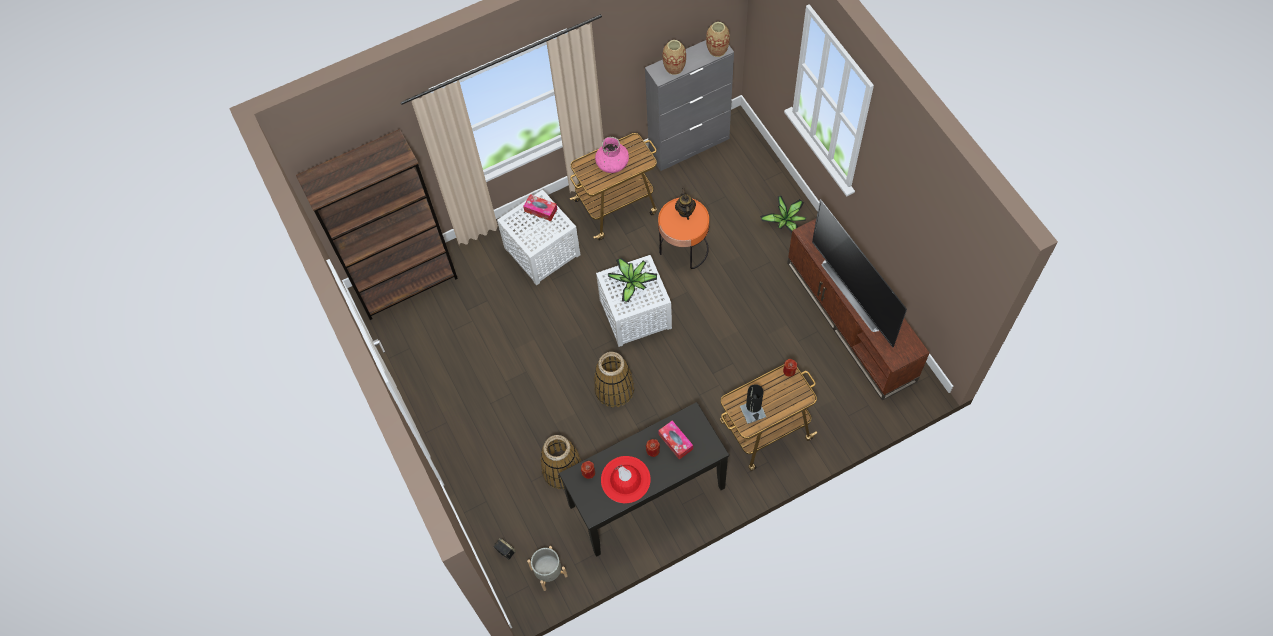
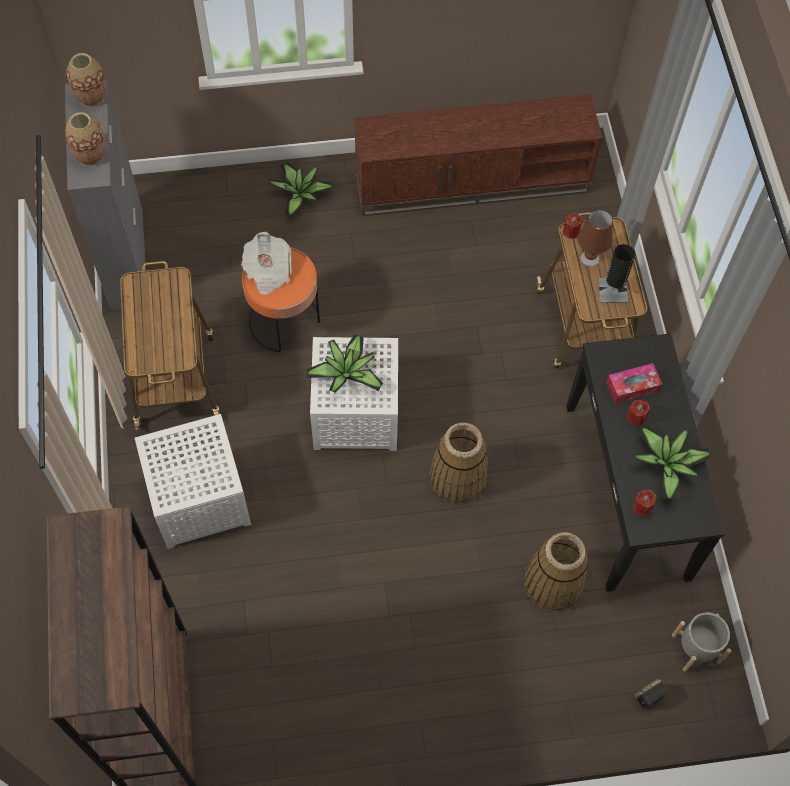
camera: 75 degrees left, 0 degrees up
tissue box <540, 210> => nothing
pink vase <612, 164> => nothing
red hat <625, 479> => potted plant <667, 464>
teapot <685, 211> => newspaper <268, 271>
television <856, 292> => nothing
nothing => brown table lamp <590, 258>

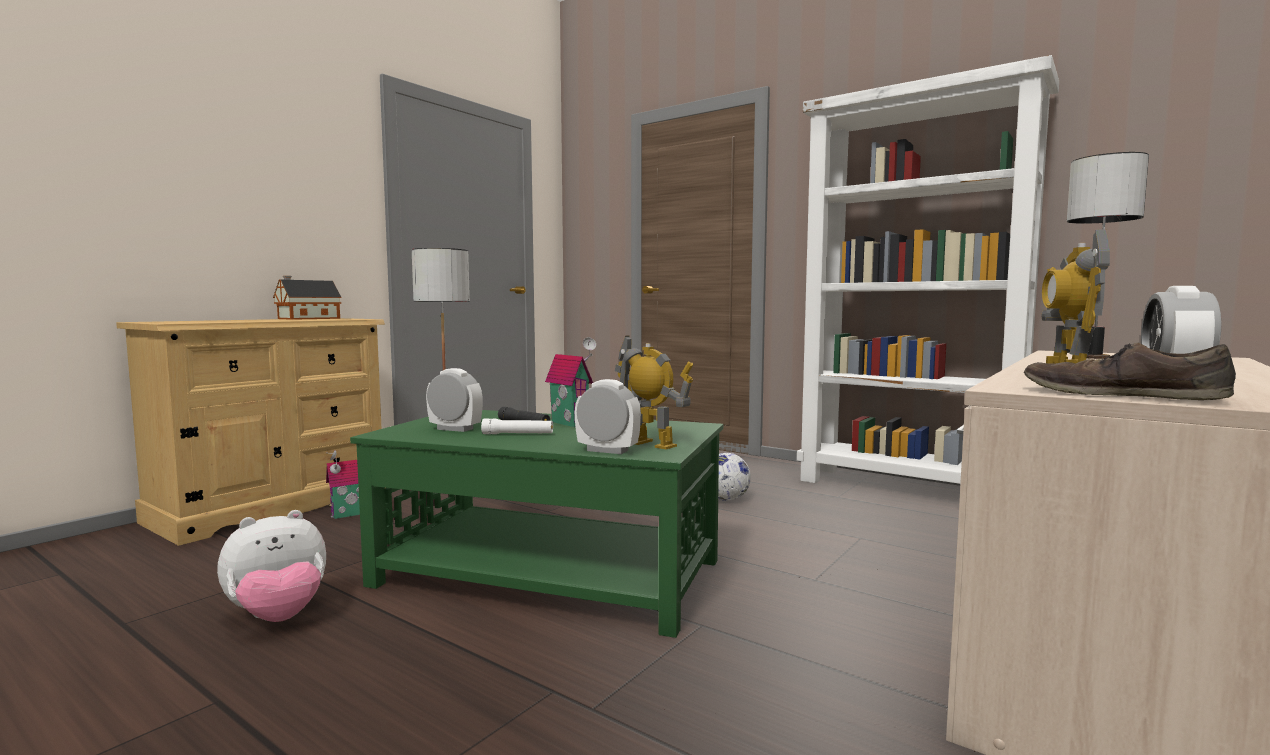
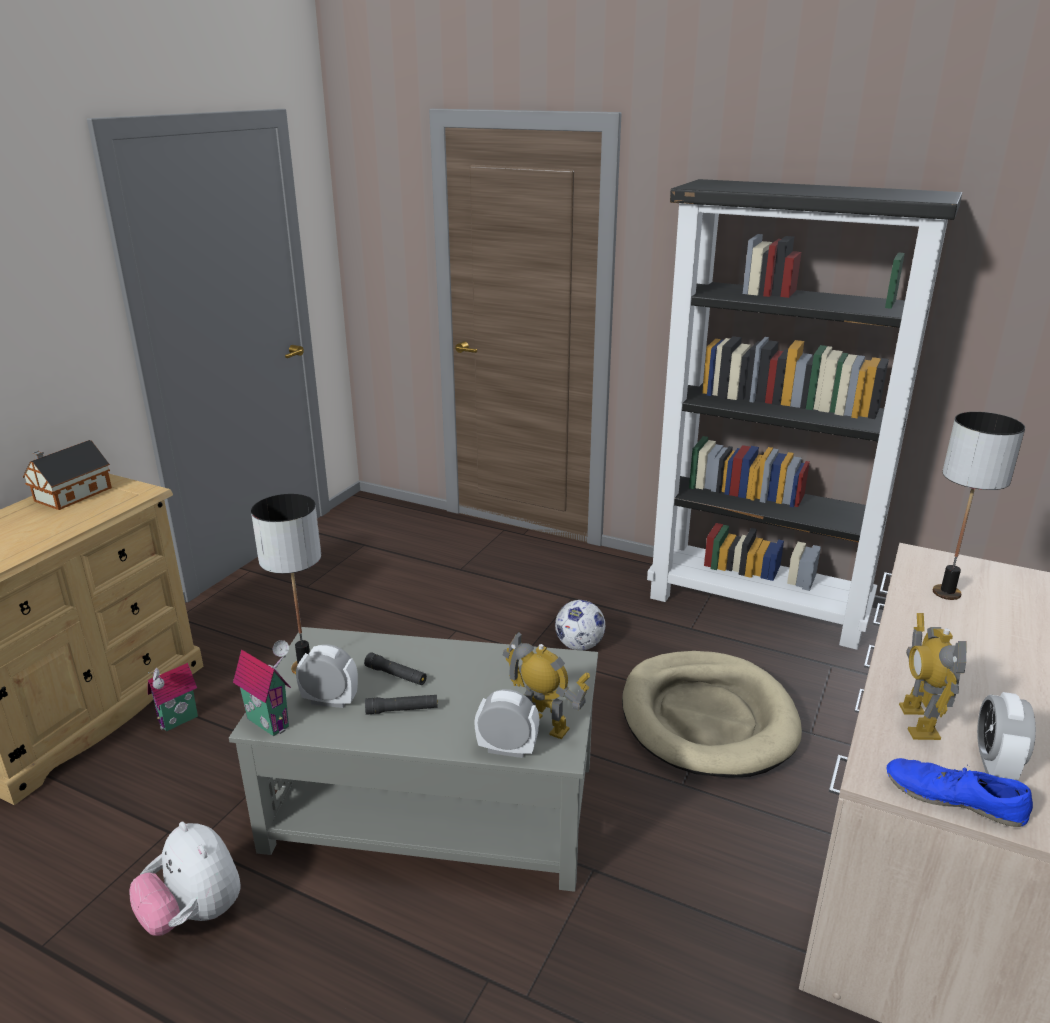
camera: 10 degrees left, 20 degrees up
plush toy <278, 617> => plush toy <194, 914>, 90 degrees clockwise
green coffee table <547, 572> => grey coffee table <431, 805>
white flashlight <518, 434> => black flashlight <402, 710>
toy house <572, 423> => toy house <271, 721>, relocated
white bookcase <908, 489> => black bookcase <759, 605>
brown shoe <1119, 395> => blue shoe <953, 798>
nothing => beige dog bed <707, 718>

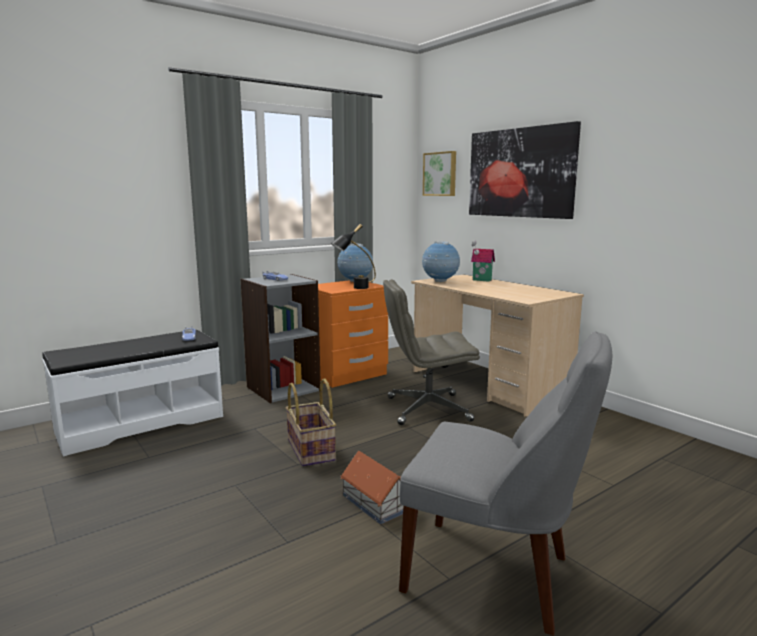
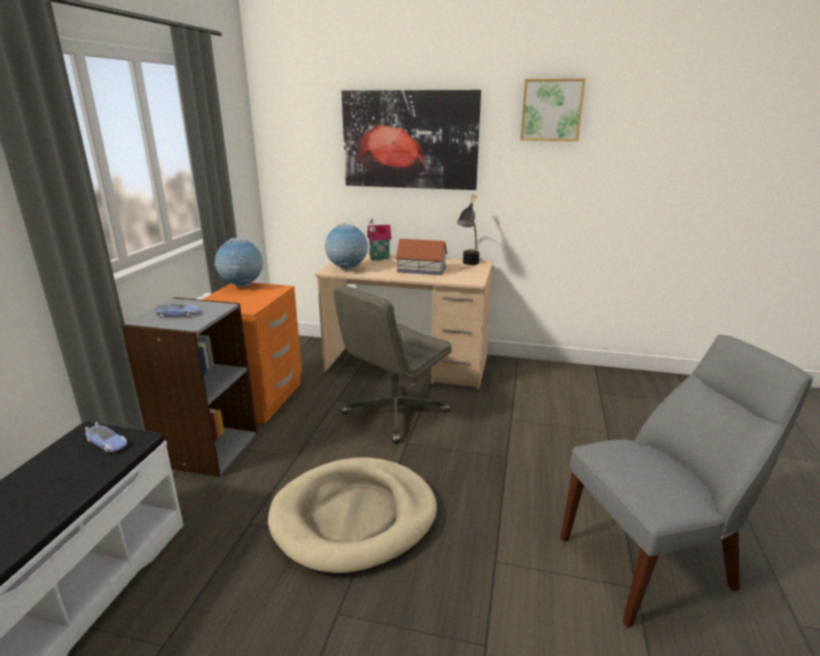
camera: 40 degrees left, 10 degrees up
basket <312, 450> => beige dog bed <354, 517>
black table lamp <354, 288> => black table lamp <468, 265>, relocated
toy house <377, 502> => toy house <422, 269>, relocated
picture <440, 174> => picture <551, 110>, relocated

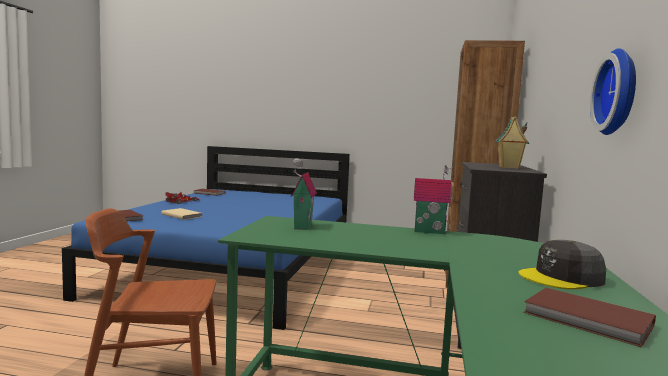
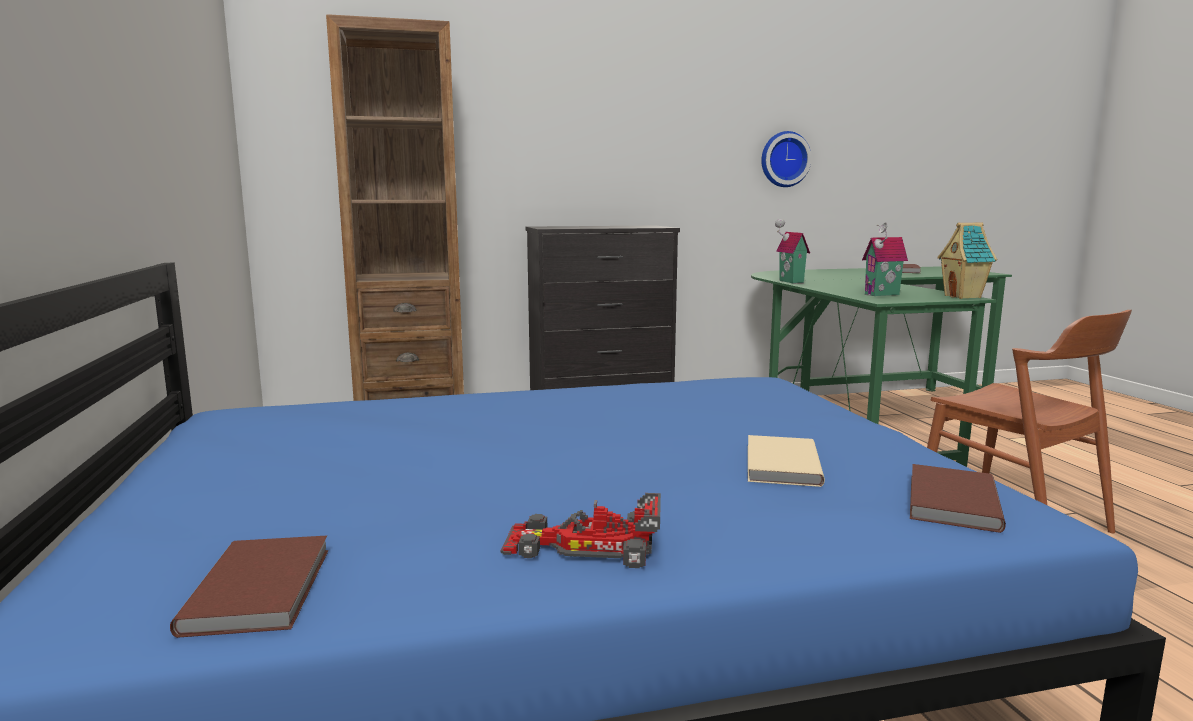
camera: 115 degrees left, 5 degrees up
toy house <508, 167> => toy house <963, 297>, relocated
grey cap <562, 278> => nothing

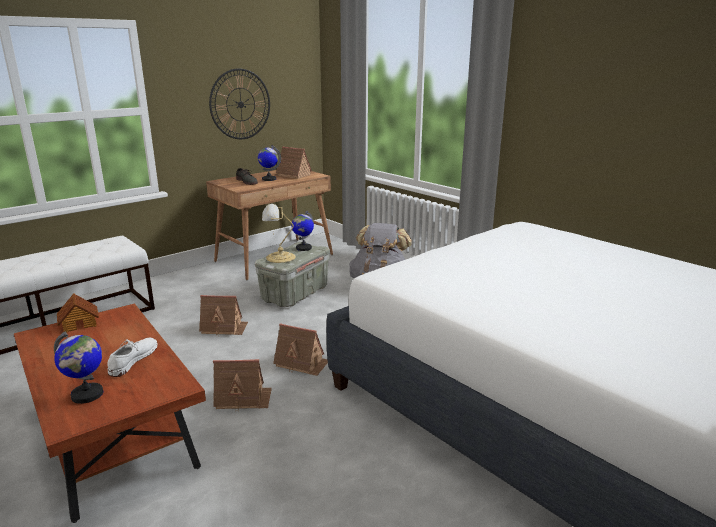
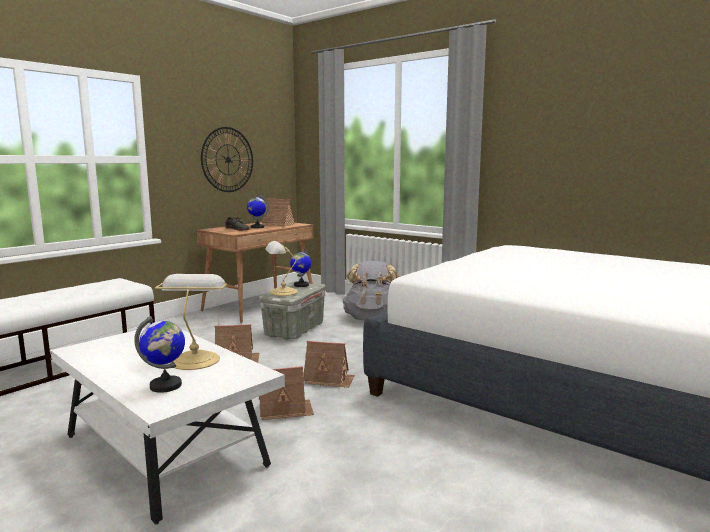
camera: 10 degrees left, 10 degrees down
brown coffee table <114, 437> => white coffee table <165, 451>
toy house <80, 323> => nothing
white shoe <133, 359> => table lamp <195, 359>

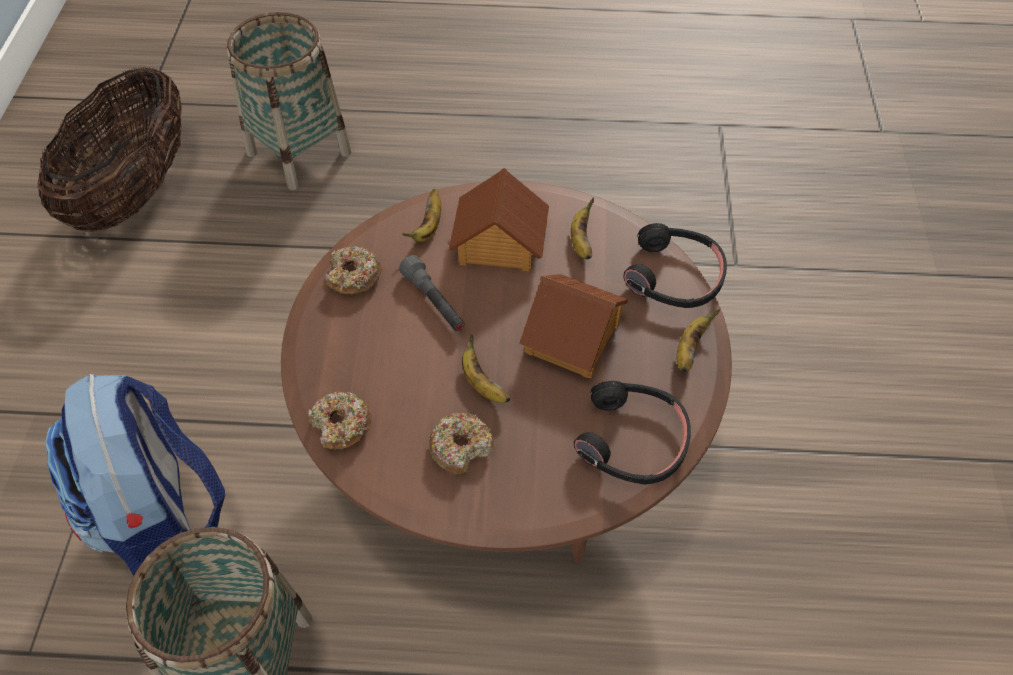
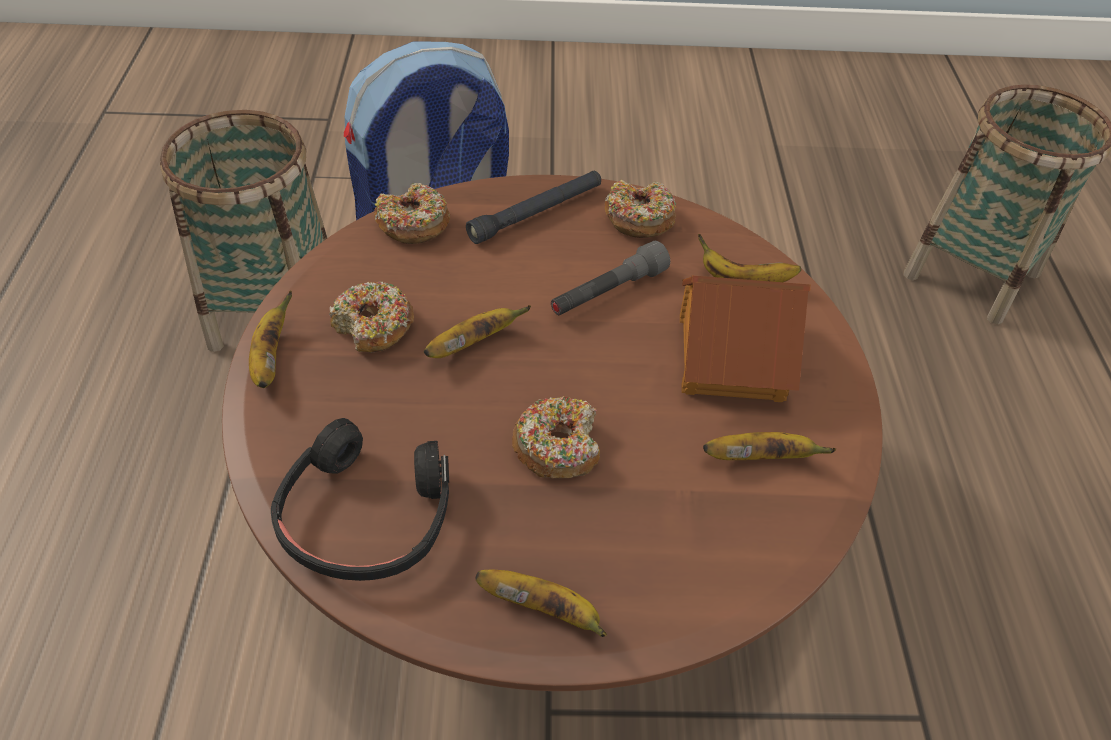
camera: 85 degrees right, 5 degrees down
basket <135, 192> => nothing
toy house <574, 338> => donut <557, 446>
black headphones <674, 277> => nothing
nothing => banana <270, 359>
nothing => black flashlight <536, 213>

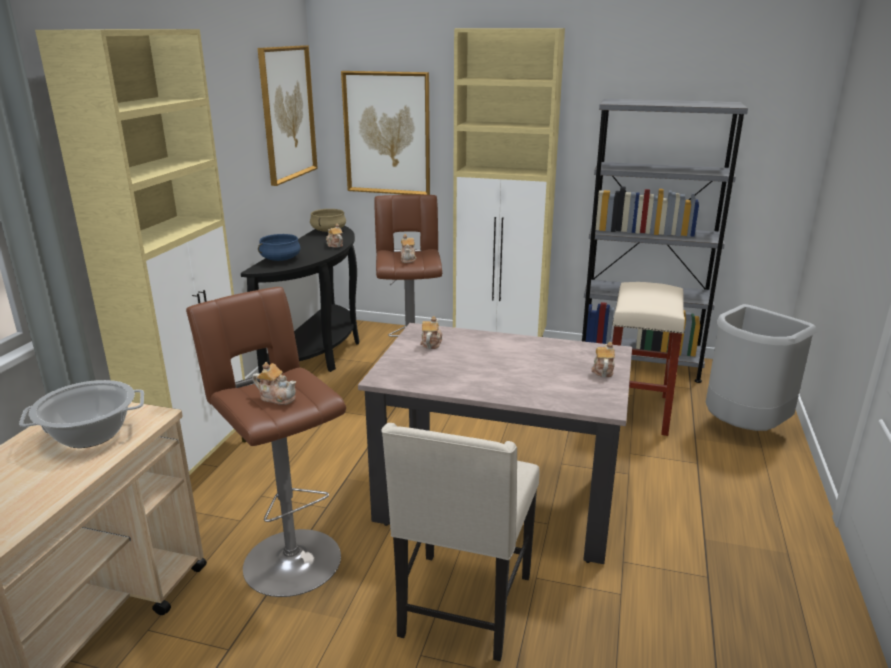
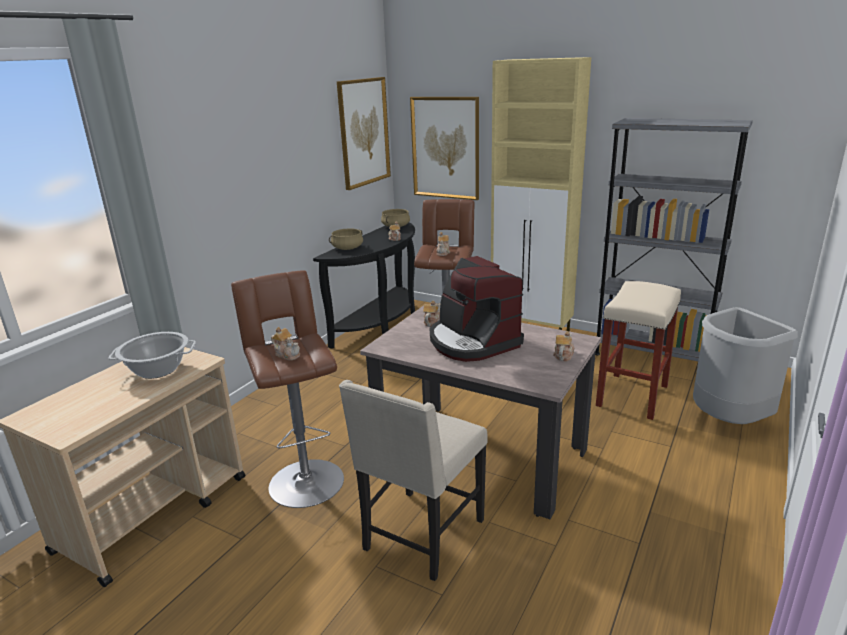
camera: 15 degrees right, 0 degrees up
beige cabinet <199, 465> => nothing
blue cooking pot <280, 259> => beige cooking pot <347, 248>
nothing => coffee machine <472, 341>

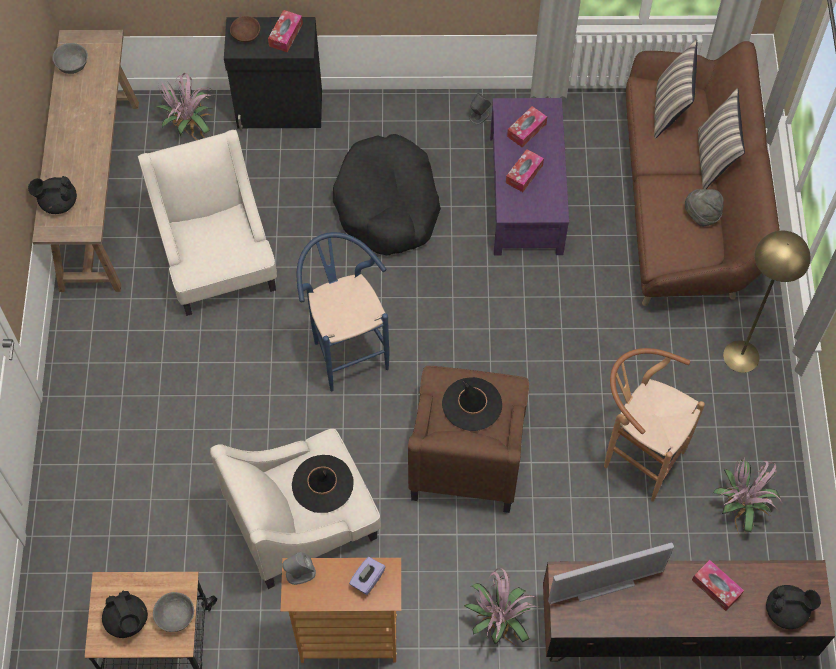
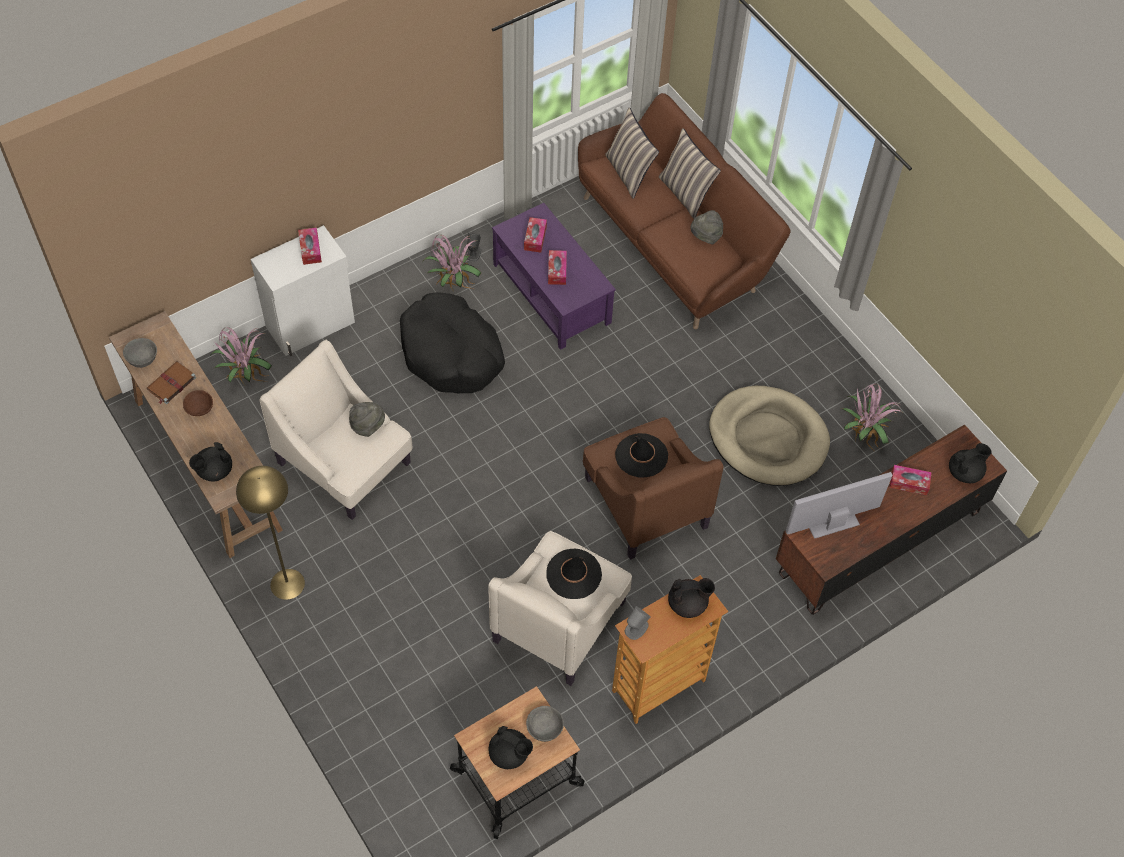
camera: 35 degrees left, 5 degrees down
black cabinet <280, 111> => white cabinet <311, 325>
brown bowl <246, 34> => brown bowl <199, 408>, relocated
blue stool <346, 350> => nothing
purple tissue box <367, 579> => black teapot <688, 604>
potted plant <498, 620> => potted plant <452, 281>, relocated
television <603, 584> => television <833, 524>, 150 degrees counterclockwise
brown stool <636, 457> => beige dog bed <768, 438>
yellow floor lamp <741, 356> => yellow floor lamp <287, 584>, relocated
nothing => brown book <171, 384>
nothing => grey hat <367, 426>

